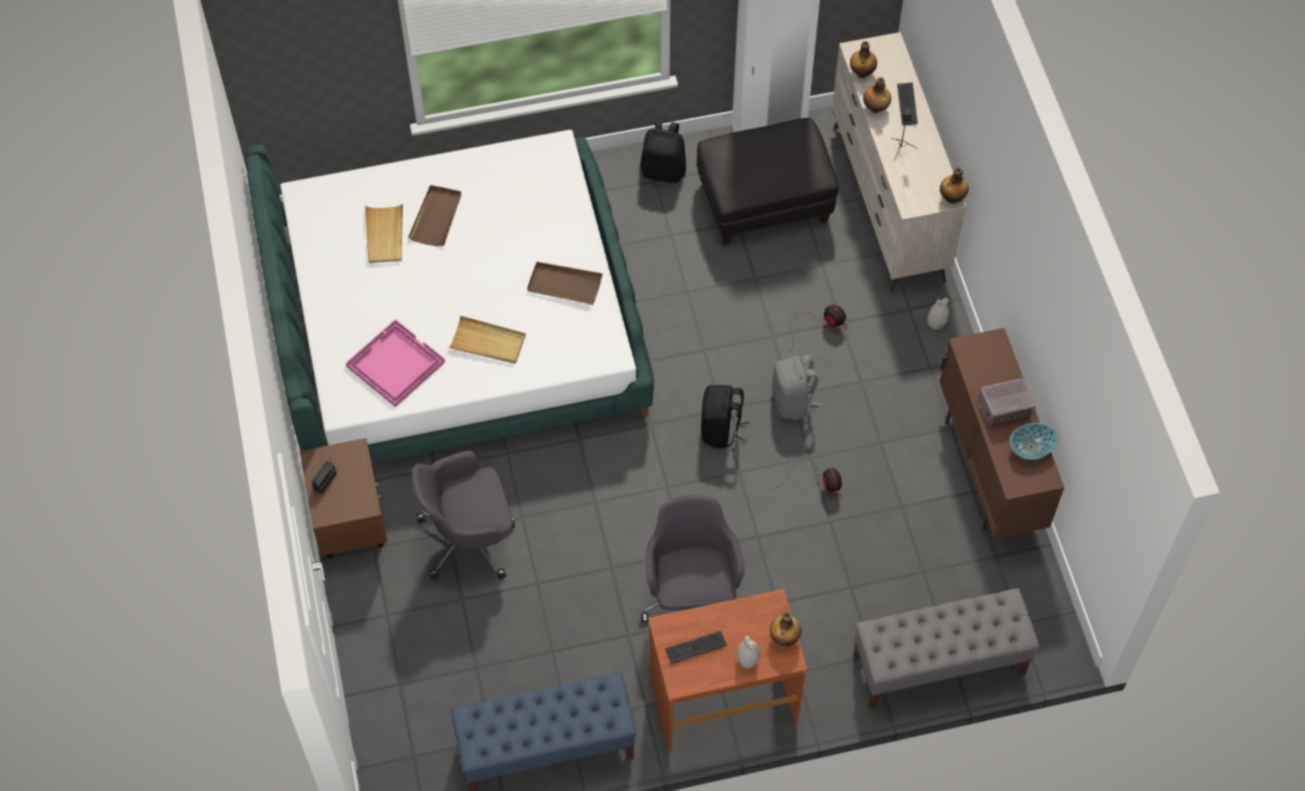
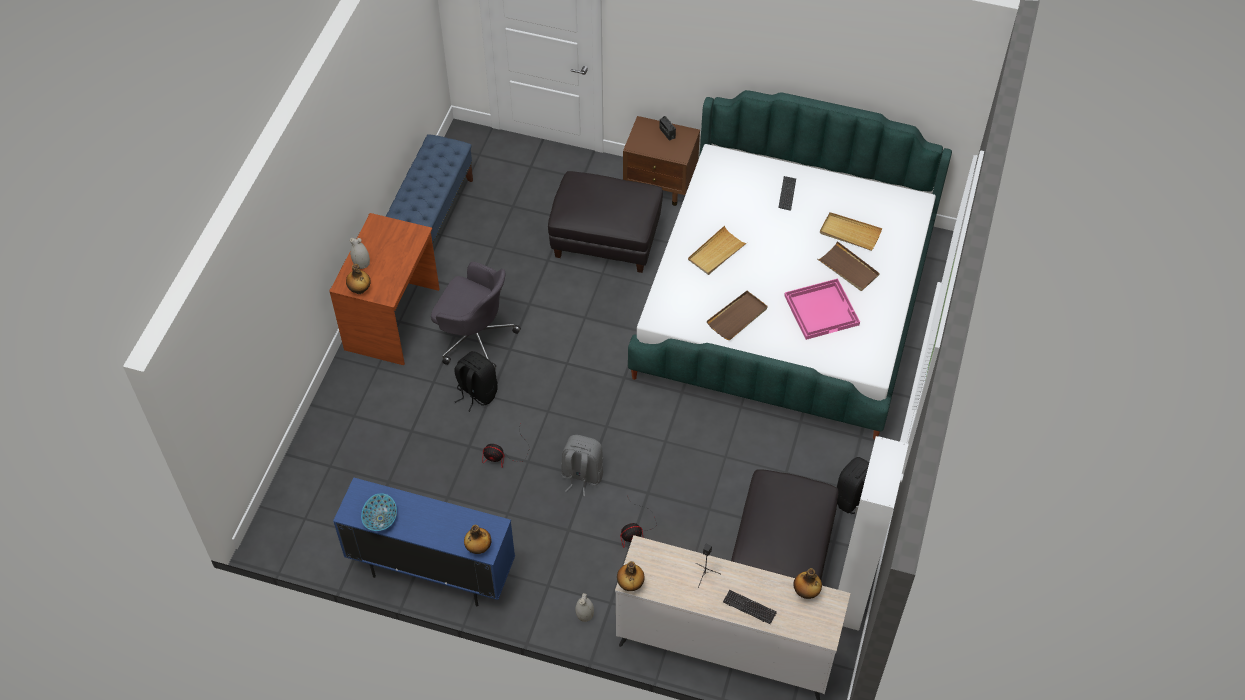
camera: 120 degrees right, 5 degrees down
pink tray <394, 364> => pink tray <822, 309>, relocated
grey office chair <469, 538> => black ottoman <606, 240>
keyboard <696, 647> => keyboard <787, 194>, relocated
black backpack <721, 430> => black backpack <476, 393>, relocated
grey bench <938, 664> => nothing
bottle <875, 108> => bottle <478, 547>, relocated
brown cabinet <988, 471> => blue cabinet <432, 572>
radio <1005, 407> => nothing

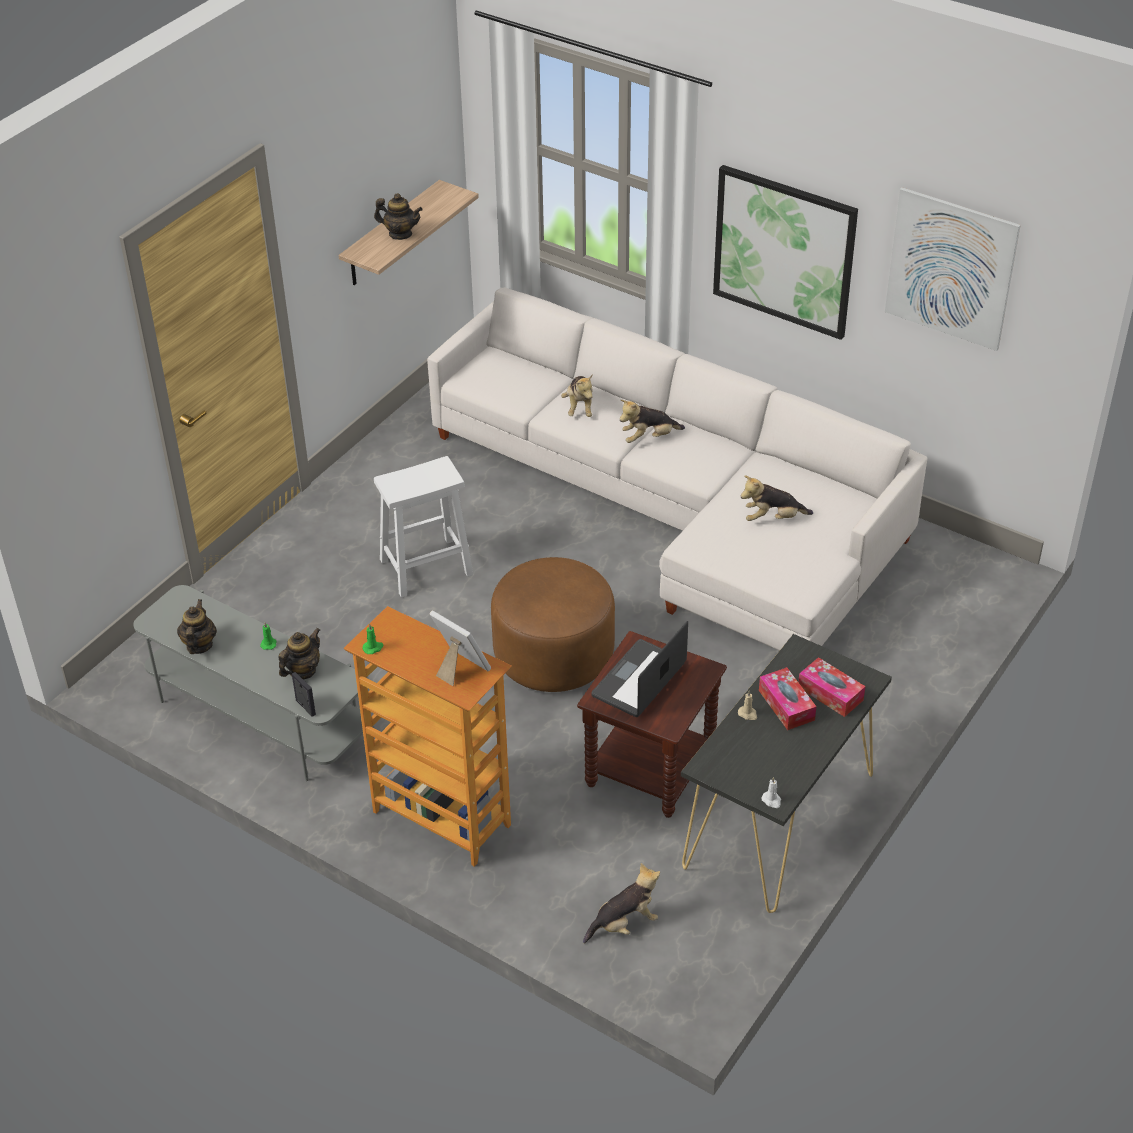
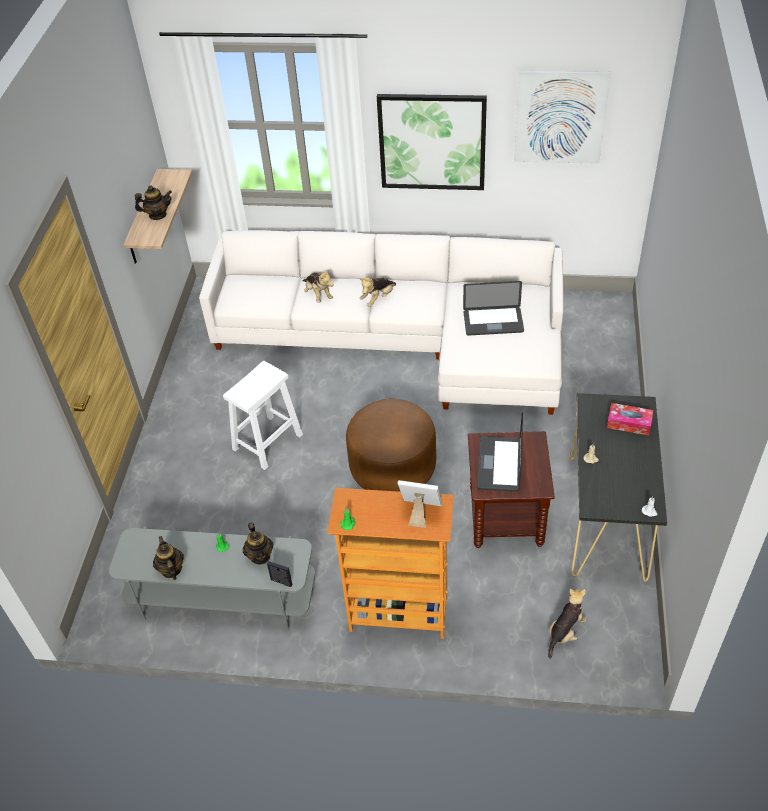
camera: 25 degrees left, 5 degrees up
teapot <302, 671> => teapot <260, 556>, 150 degrees clockwise
plush toy <773, 518> => laptop <493, 322>
tissue box <786, 705> => nothing

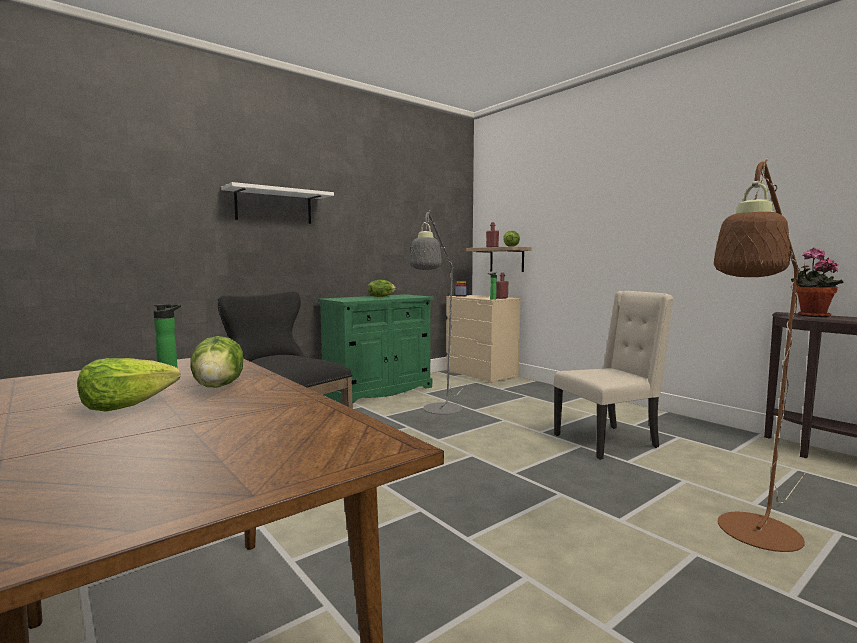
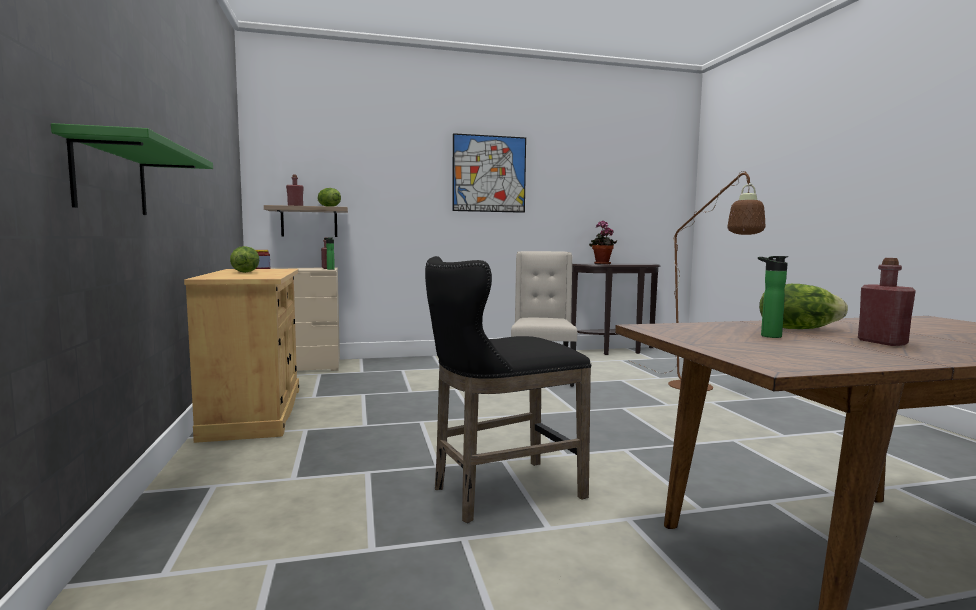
camera: 65 degrees left, 0 degrees up
lettuce <127, 405> => red bottle <882, 342>
white shelf <274, 206> => nothing
green cabinet <378, 390> => beige cabinet <255, 412>
grey floor lamp <440, 411> => nothing
nothing => green shelf <111, 178>
nothing => picture <489, 174>

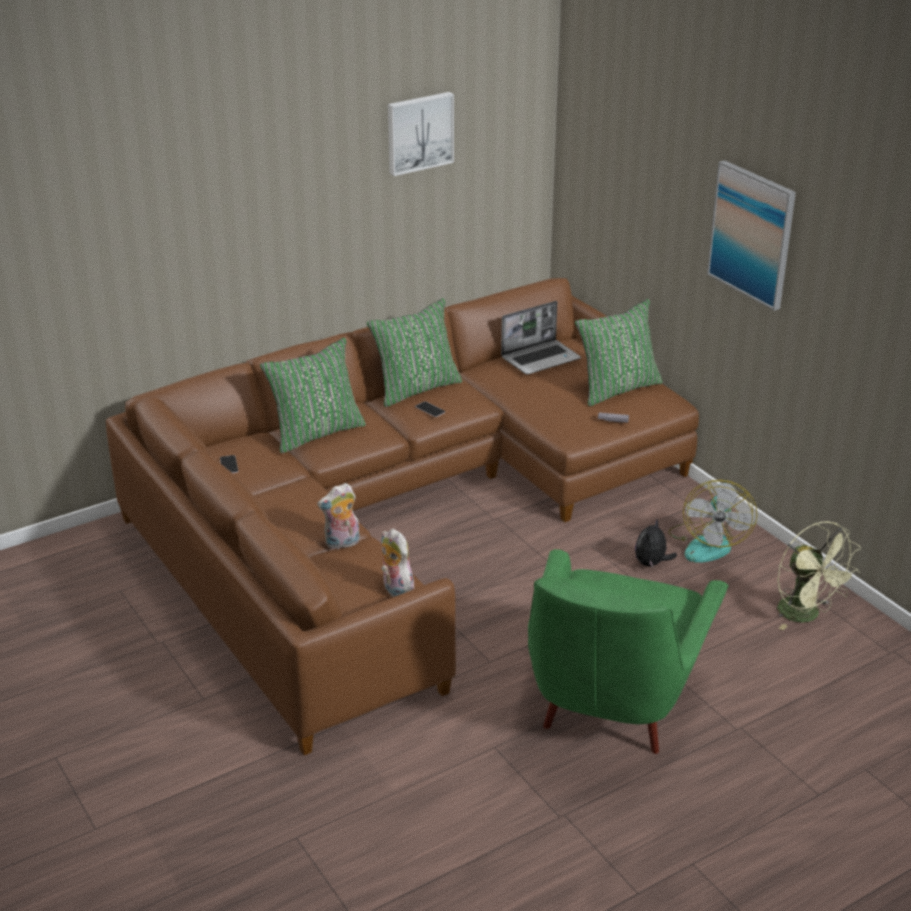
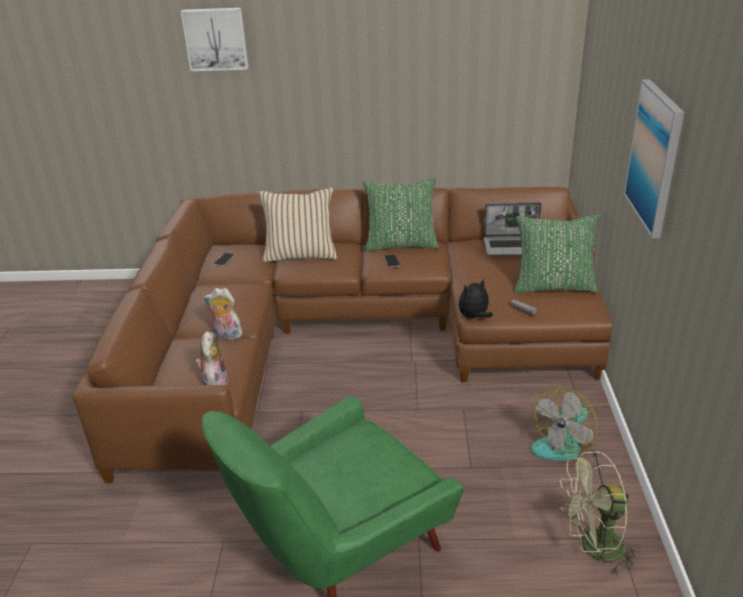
camera: 35 degrees right, 0 degrees up
green pillow <316, 433> => beige pillow <300, 255>
picture <419, 132> => picture <216, 39>, relocated
plush toy <651, 563> => plush toy <474, 317>, relocated
green fan <806, 615> => green fan <593, 548>, 75 degrees clockwise

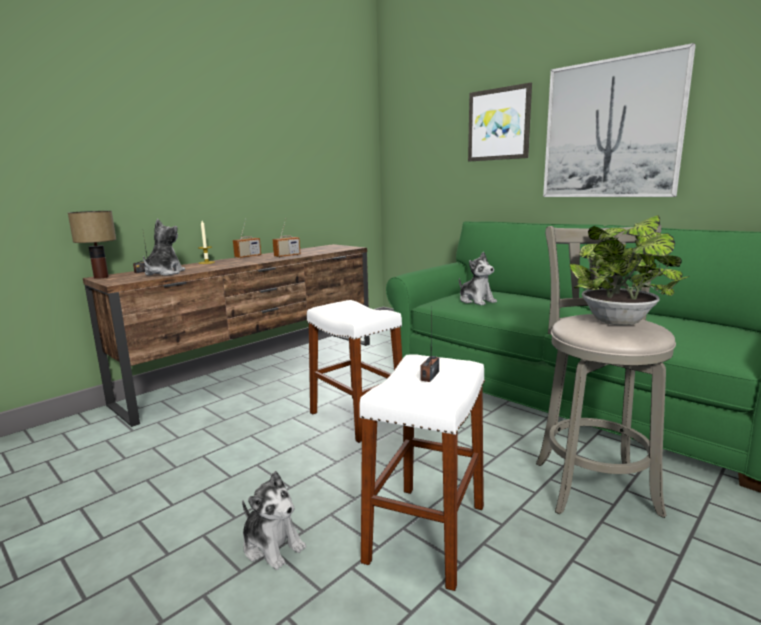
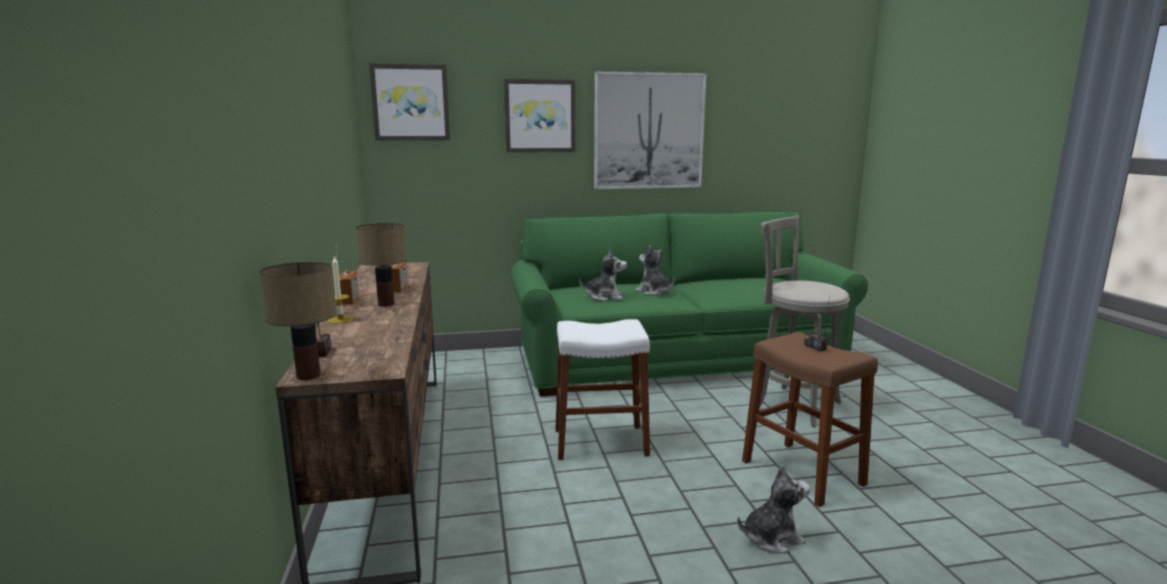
camera: 55 degrees left, 0 degrees up
plush toy <164, 273> => plush toy <654, 292>, relocated
white stool <426, 533> => brown stool <802, 473>
potted plant <619, 323> => nothing
nothing => table lamp <387, 304>
nothing => picture <410, 102>

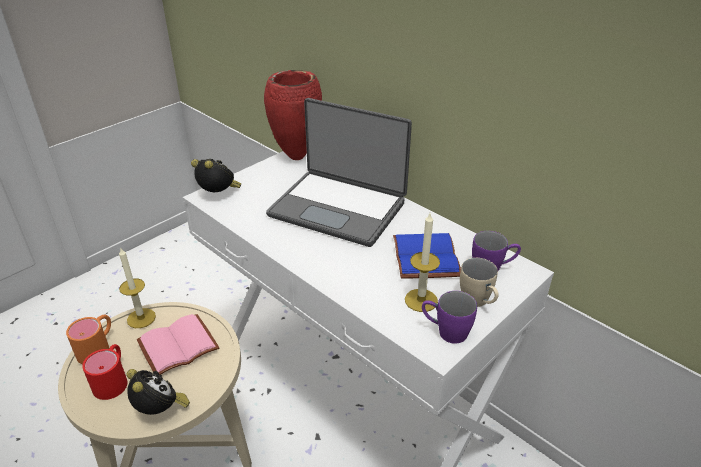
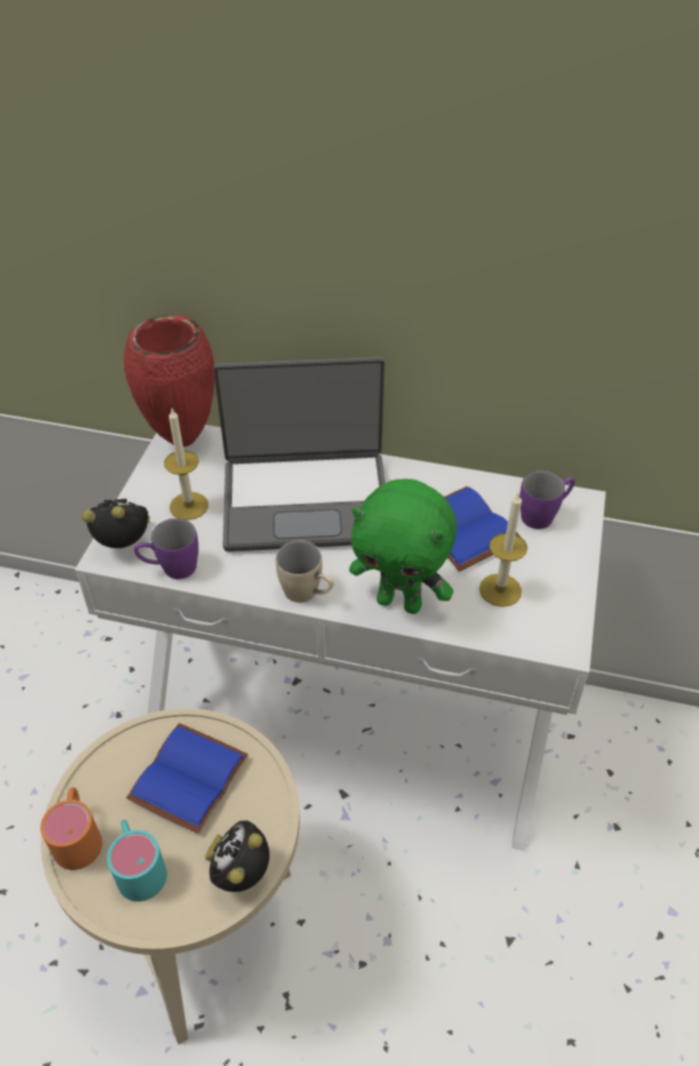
camera: 30 degrees left, 10 degrees up
red mug <113, 379> => turquoise mug <138, 866>
candle <141, 318> => candle <189, 506>, relocated
alarm clock <160, 410> => alarm clock <240, 871>, 90 degrees counterclockwise
pink book <178, 344> => blue book <187, 775>
purple mug <445, 332> => purple mug <171, 569>, relocated
beige mug <478, 302> => beige mug <307, 593>, relocated
nothing => green plush toy <400, 602>

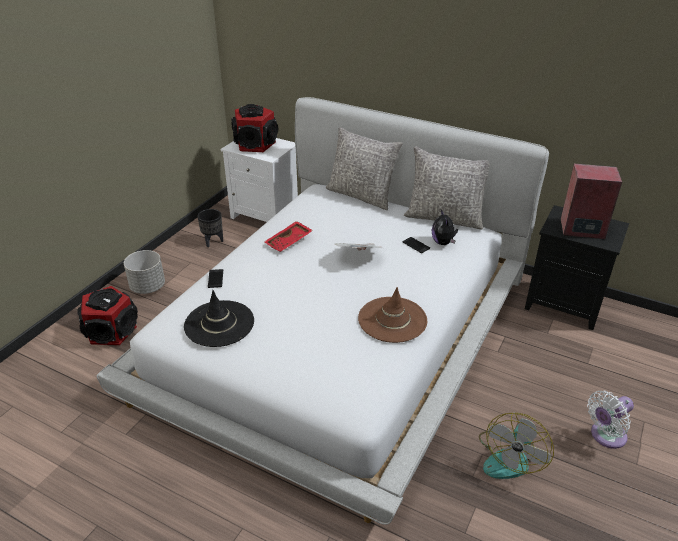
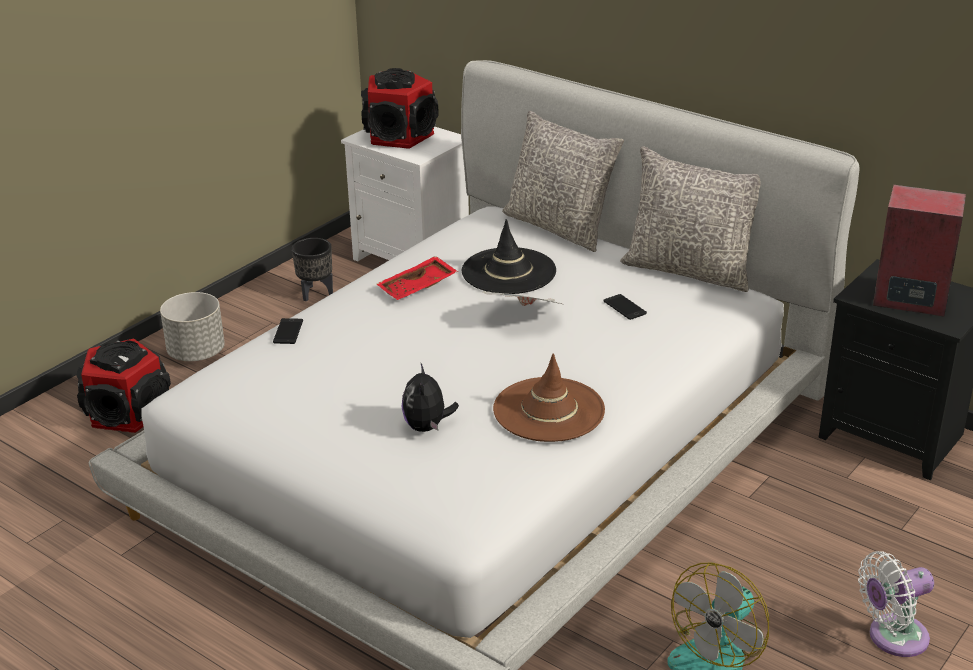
camera: 10 degrees right, 5 degrees down
black hat <219, 324> => black hat <508, 272>, relocated
plush toy <443, 242> => plush toy <427, 427>, relocated

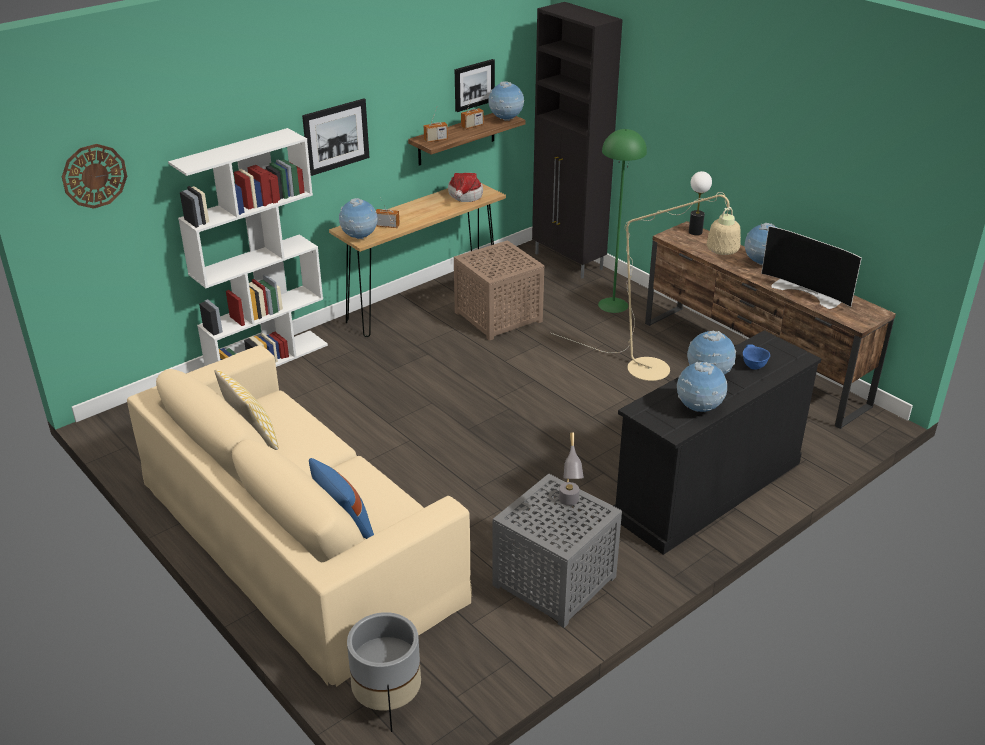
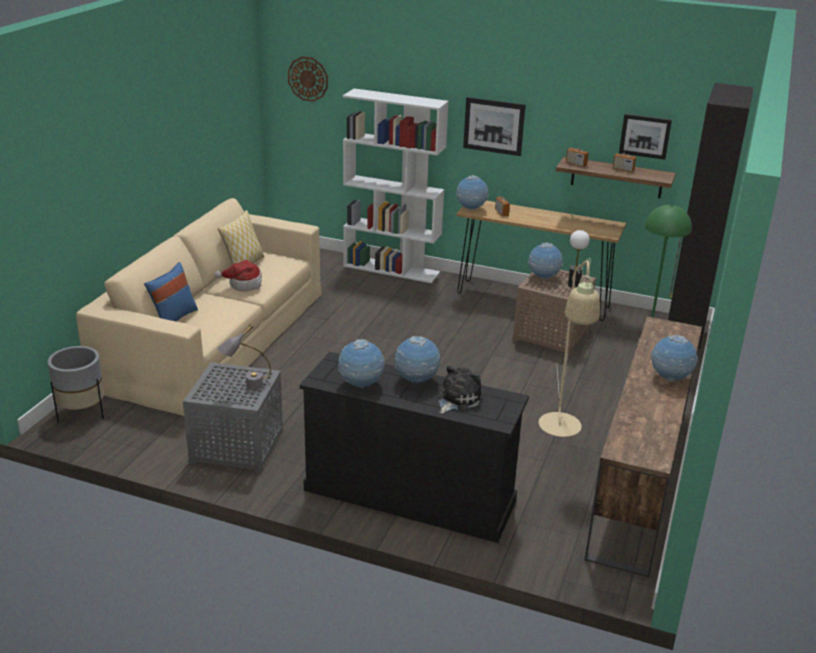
camera: 60 degrees right, 5 degrees down
hat <464, 196> => hat <244, 284>, relocated
globe <506, 120> => globe <543, 278>, relocated
table lamp <695, 232> => table lamp <574, 285>, relocated
blue bowl <753, 366> => plush toy <457, 399>
television <808, 292> => nothing

